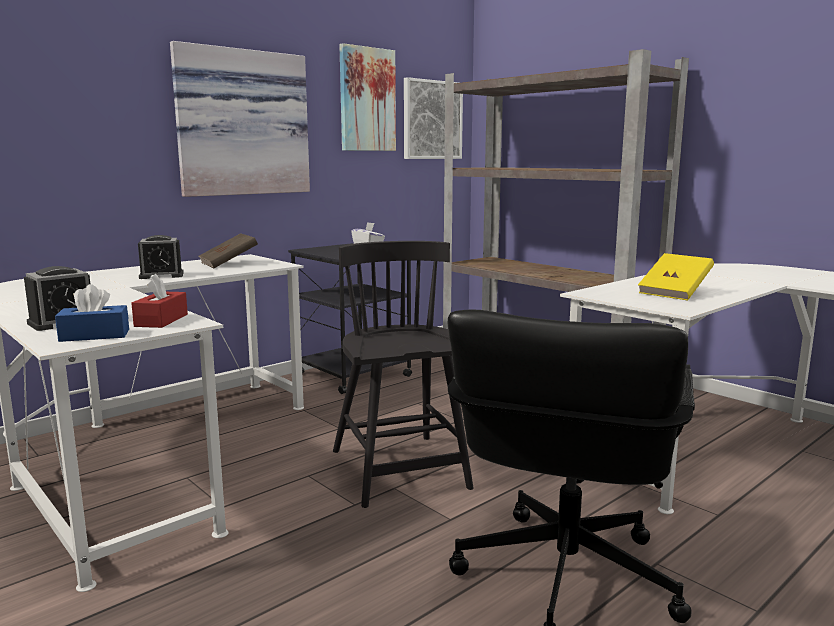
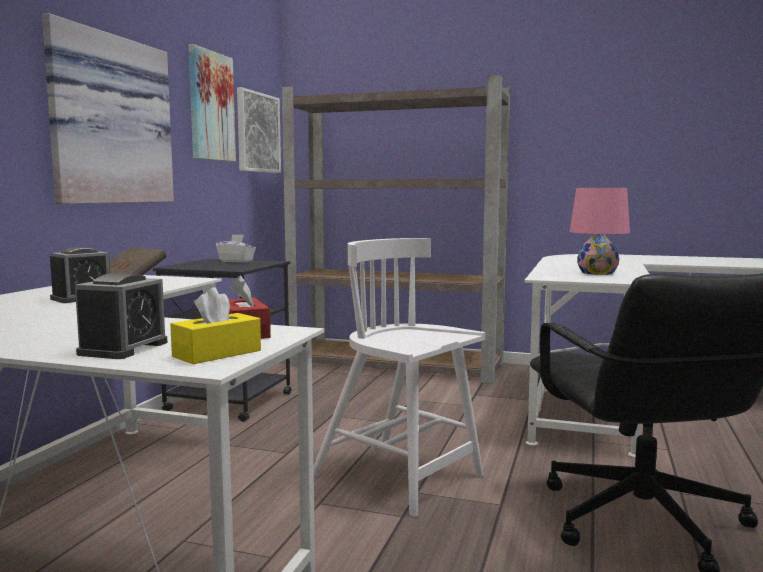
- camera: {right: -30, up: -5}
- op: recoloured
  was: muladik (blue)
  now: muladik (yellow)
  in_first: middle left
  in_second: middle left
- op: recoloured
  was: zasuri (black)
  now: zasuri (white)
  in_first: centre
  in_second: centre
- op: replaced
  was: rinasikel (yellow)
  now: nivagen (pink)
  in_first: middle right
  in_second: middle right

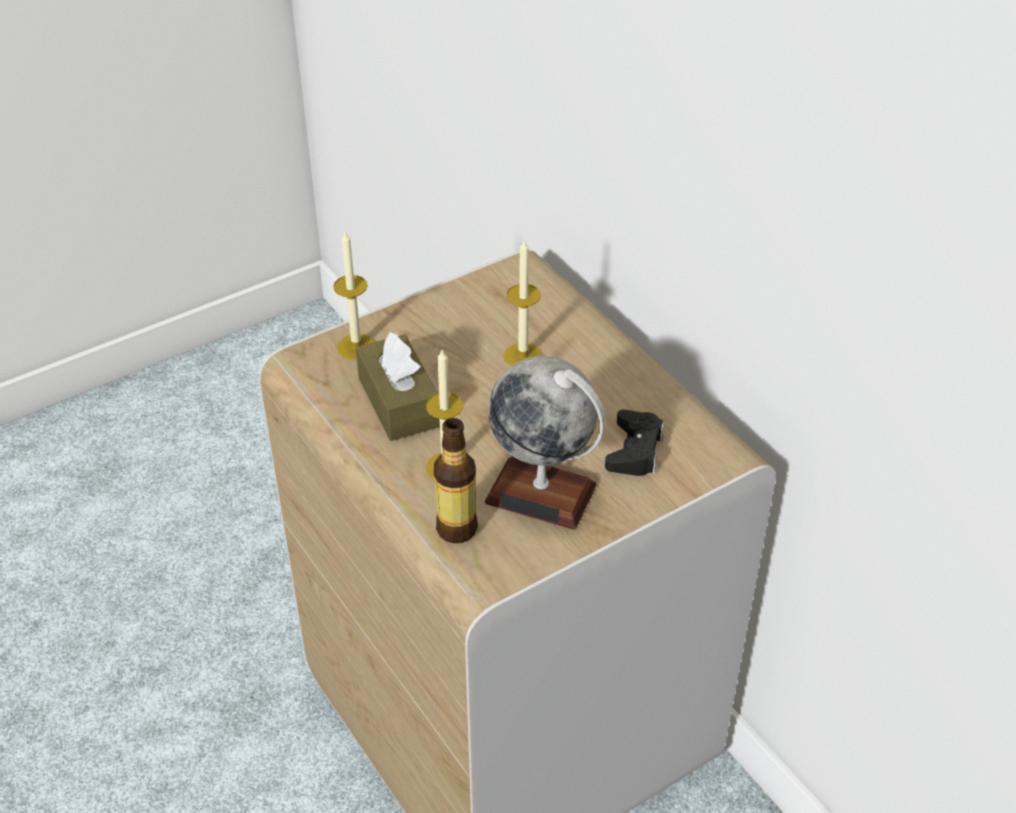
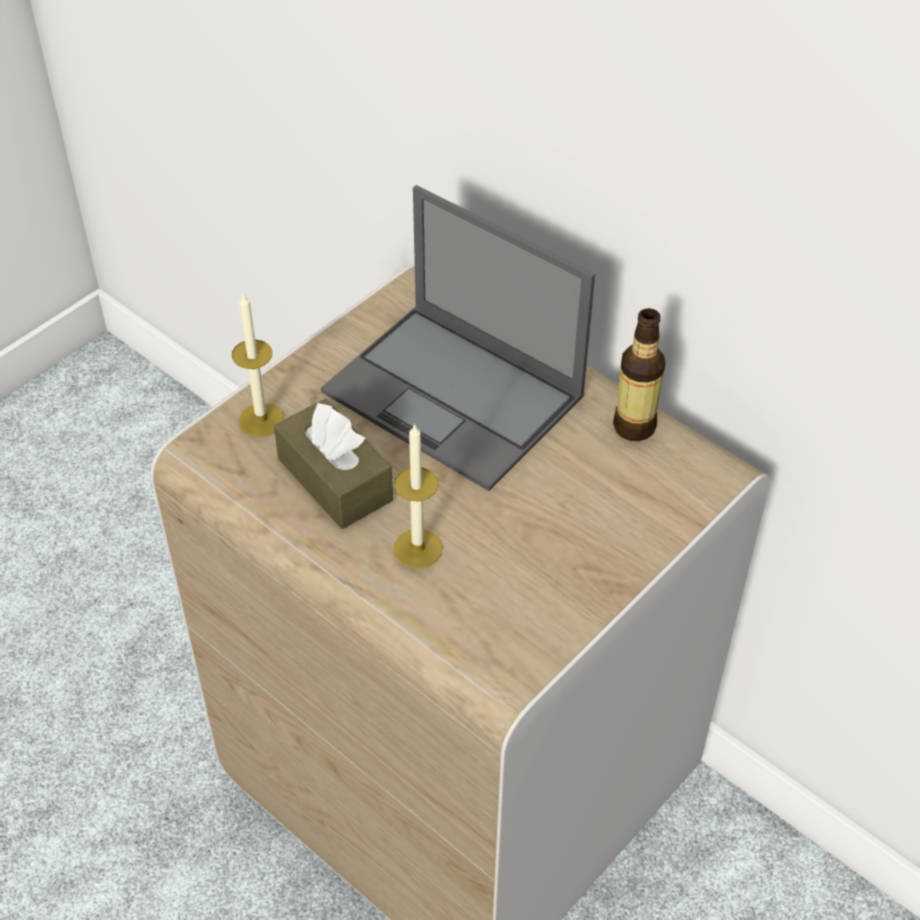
- camera: {right: -15, up: 5}
- op: moved
  was: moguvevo
  in_first: centre
  in_second: middle right
- op: removed
  was: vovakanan
  in_first: centre
- op: replaced
  was: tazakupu (3rd from left)
  now: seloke
  in_first: centre
  in_second: centre
- op: removed
  was: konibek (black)
  in_first: centre

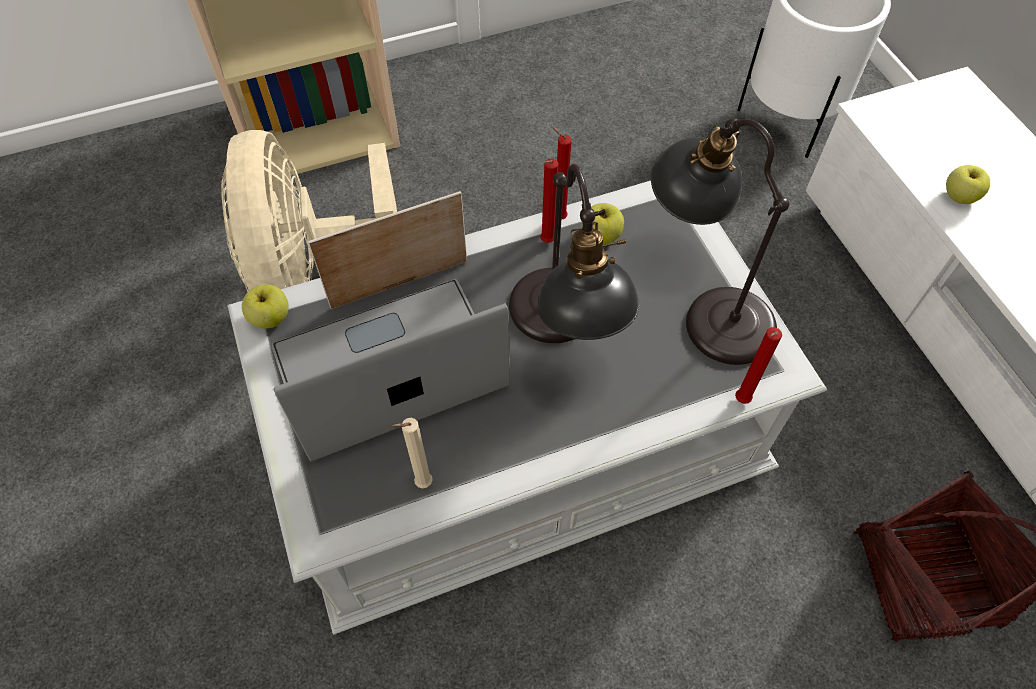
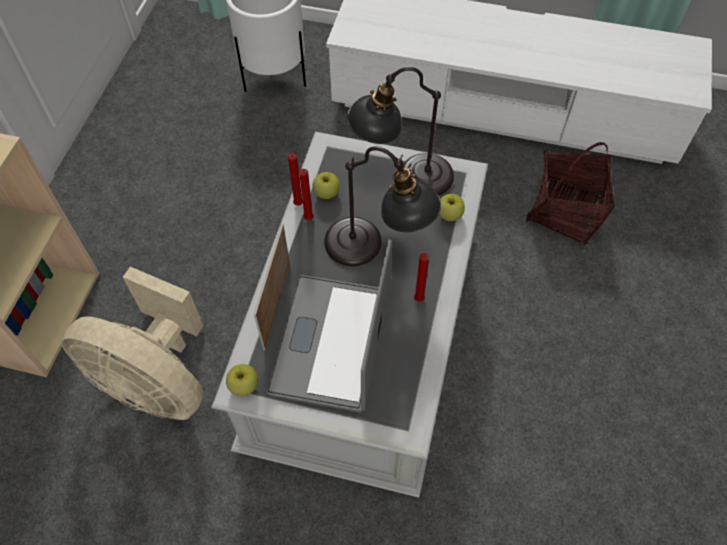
- camera: {right: -55, up: 0}
- op: removed
  was: tazakupu (beige)
  in_first: centre
- op: moved
  was: tazakupu (red) (3rd from left)
  in_first: middle right
  in_second: centre
- op: moved
  was: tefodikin (3rd from left)
  in_first: top right
  in_second: centre

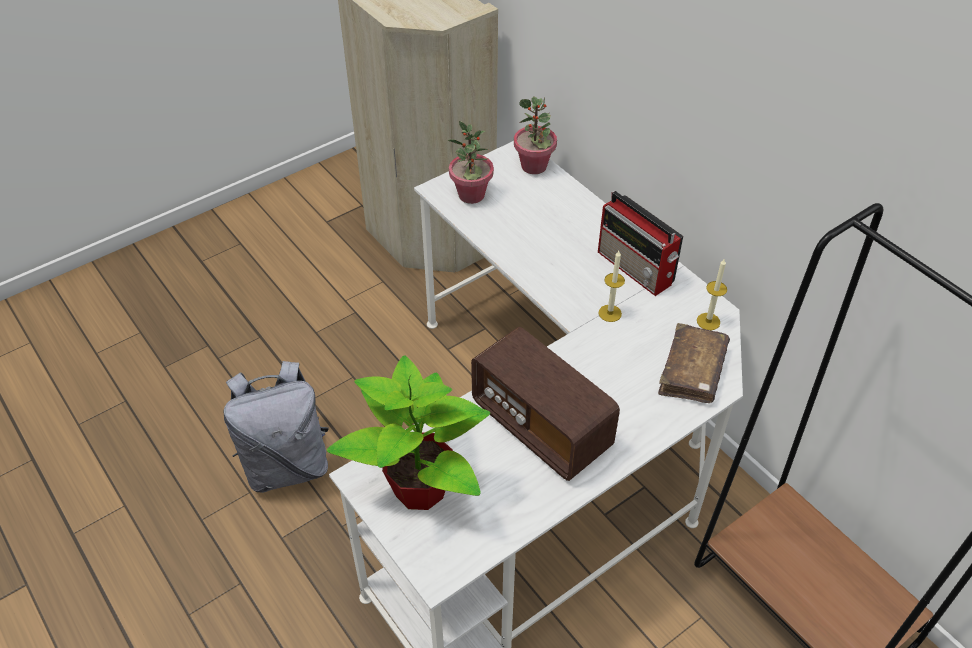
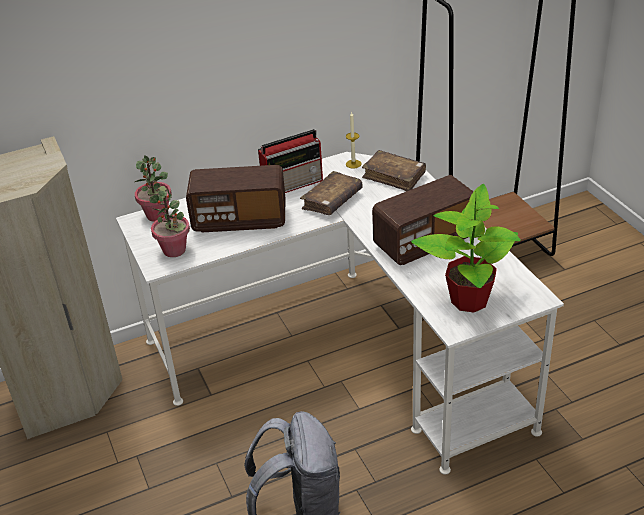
- camera: {right: -75, up: -10}
- op: replaced
  was: tazakupu (1st from left)
  now: rinasikel (brown) (1st from left)
  in_first: centre
  in_second: centre
- op: added
  now: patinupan (1st from left)
  in_second: centre

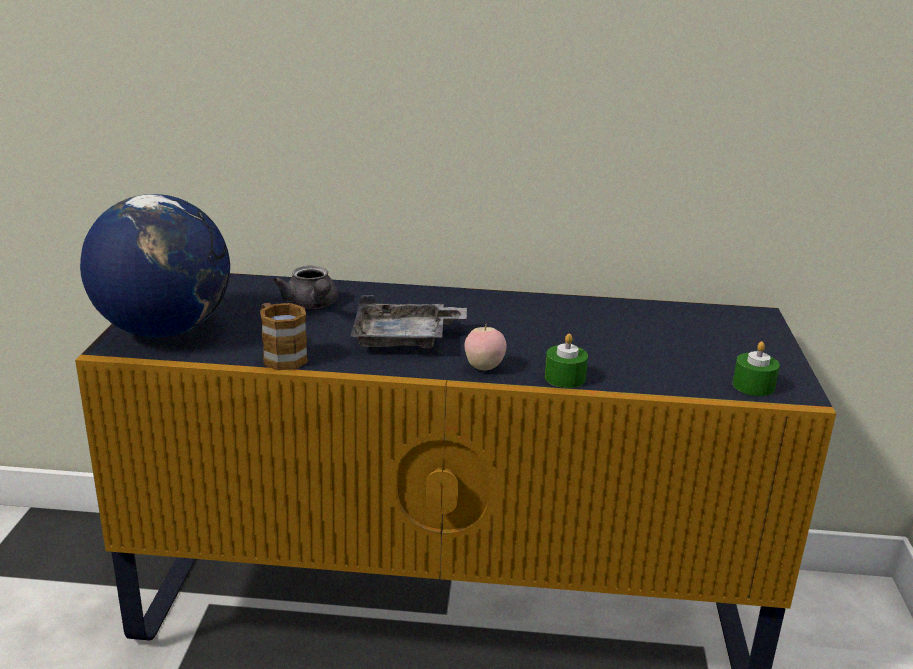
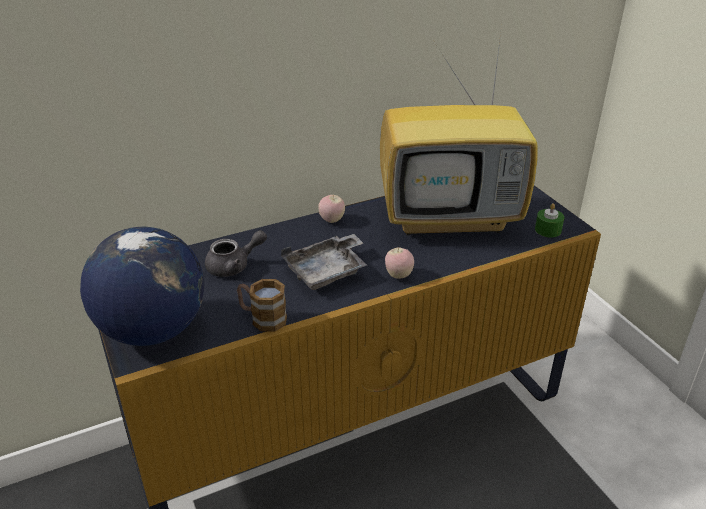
- camera: {right: -30, up: 10}
- op: turned
  was: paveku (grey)
  in_first: centre
  in_second: centre
  clockwise: -60
- op: removed
  was: tazakupu (green) (1st from left)
  in_first: centre
- op: added
  now: tefodikin (1st from left)
  in_second: centre
- op: added
  now: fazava
  in_second: top centre

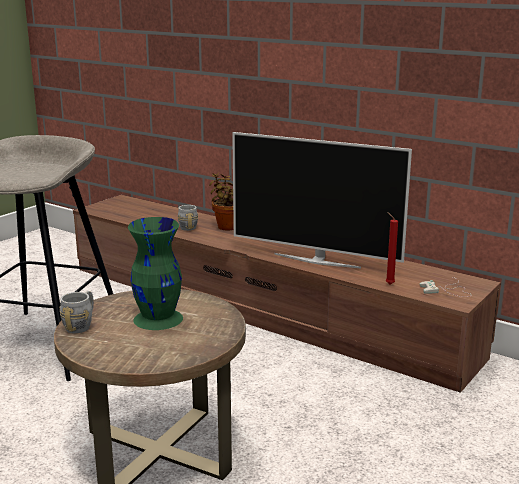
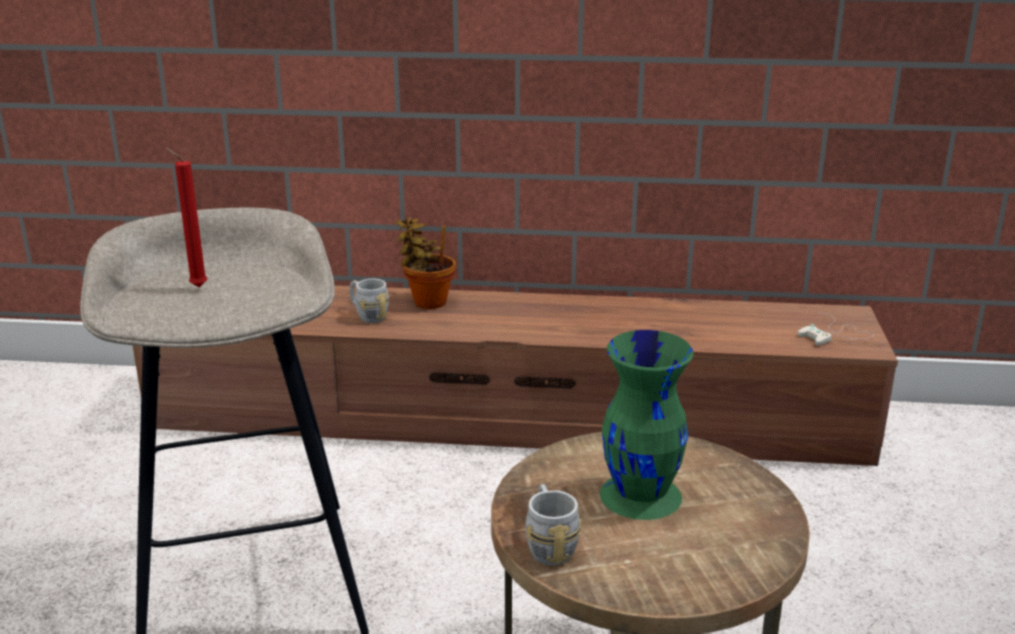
- camera: {right: -30, up: 5}
- op: removed
  was: fazava
  in_first: centre
- op: moved
  was: tazakupu (red)
  in_first: middle right
  in_second: middle left

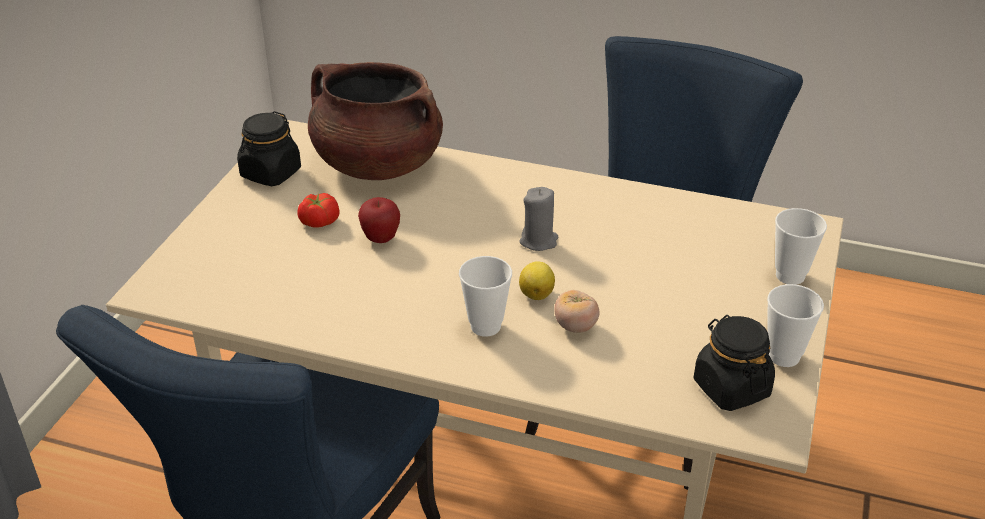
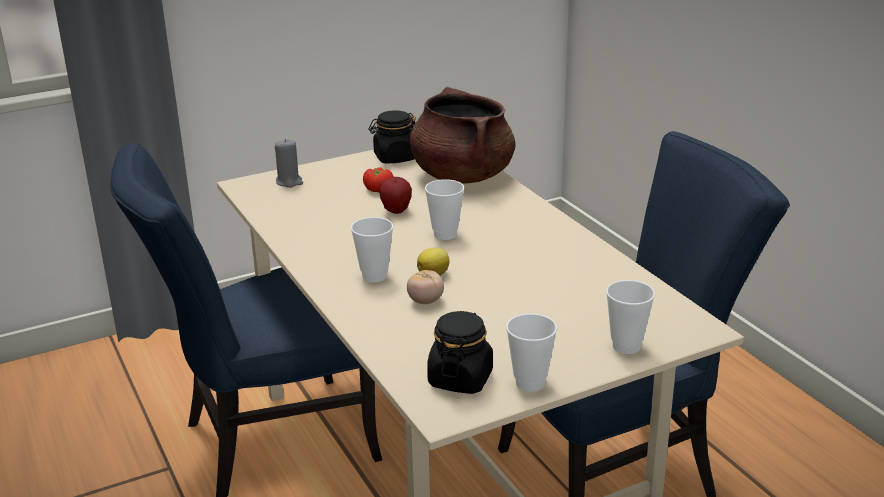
- camera: {right: 45, up: -10}
- op: moved
  was: tazakupu (grey)
  in_first: centre
  in_second: top left
- op: added
  now: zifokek (2nd from left)
  in_second: centre

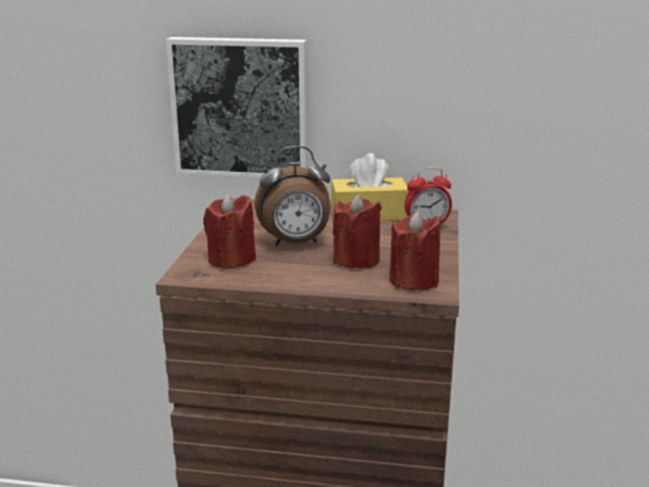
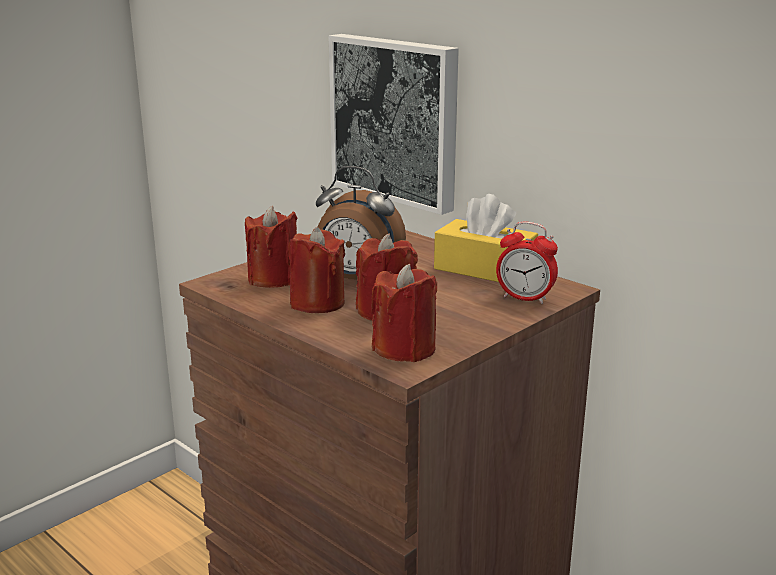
- camera: {right: 35, up: 0}
- op: added
  now: tazakupu (red) (2nd from left)
  in_second: centre

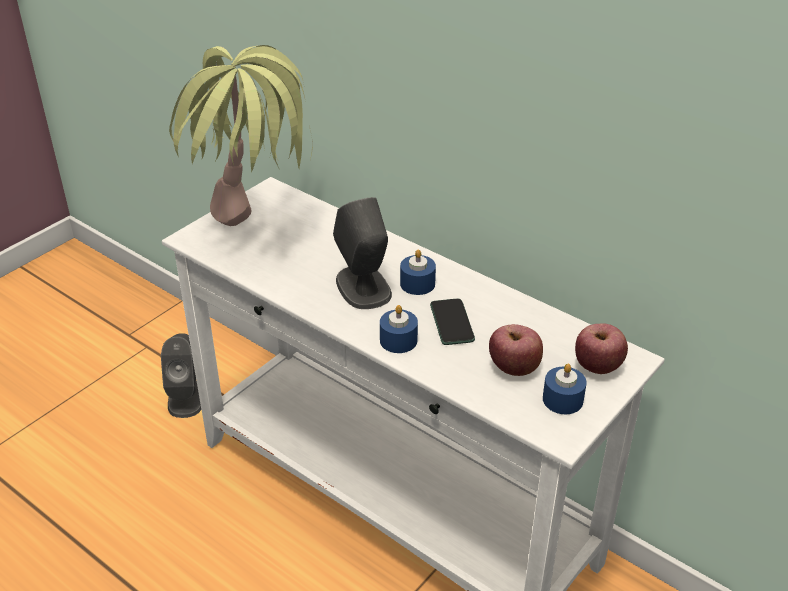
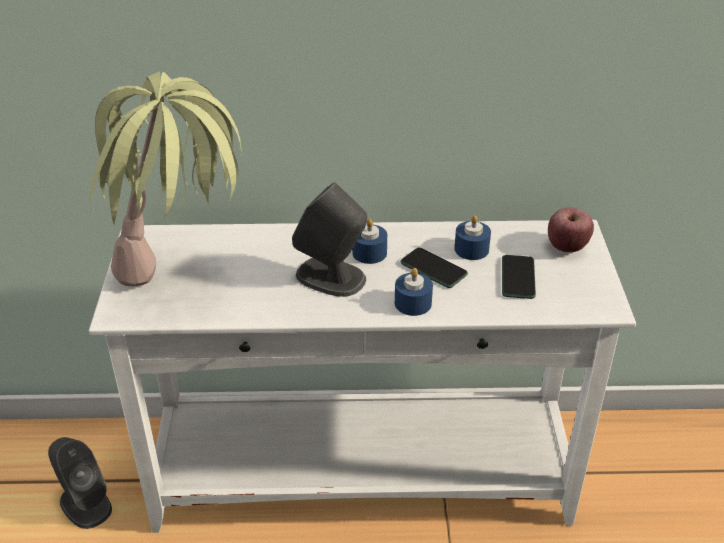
- camera: {right: -40, up: 0}
- op: replaced
  was: tefodikin (1st from left)
  now: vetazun (2nd from left)
  in_first: centre
  in_second: middle right
- op: moved
  was: tazakupu (blue) (3rd from left)
  in_first: middle right
  in_second: centre

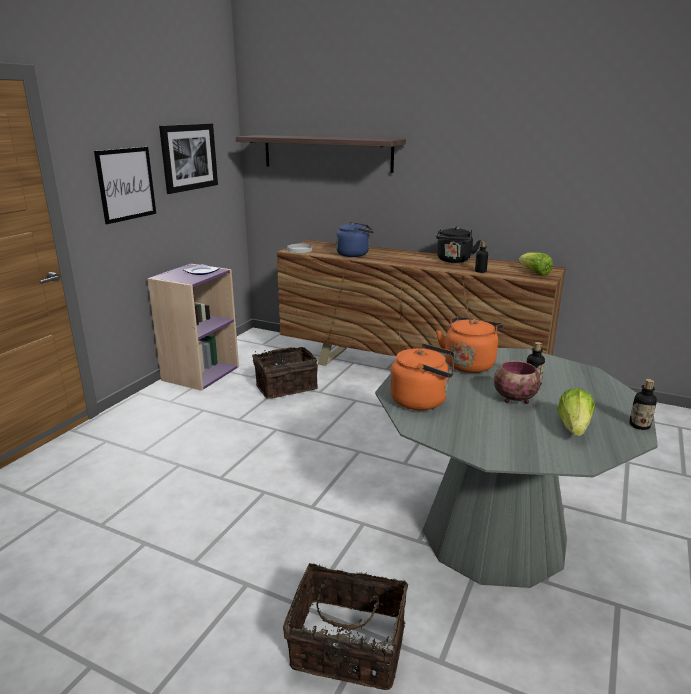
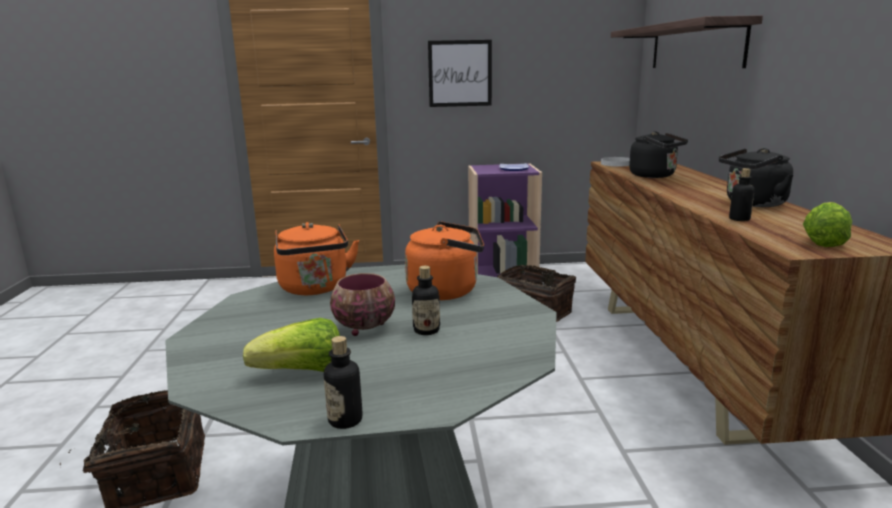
- camera: {right: 60, up: -5}
- op: removed
  was: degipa (2nd from left)
  in_first: top left
- op: recoloured
  was: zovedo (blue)
  now: zovedo (black) (1st from left)
  in_first: centre
  in_second: top right

